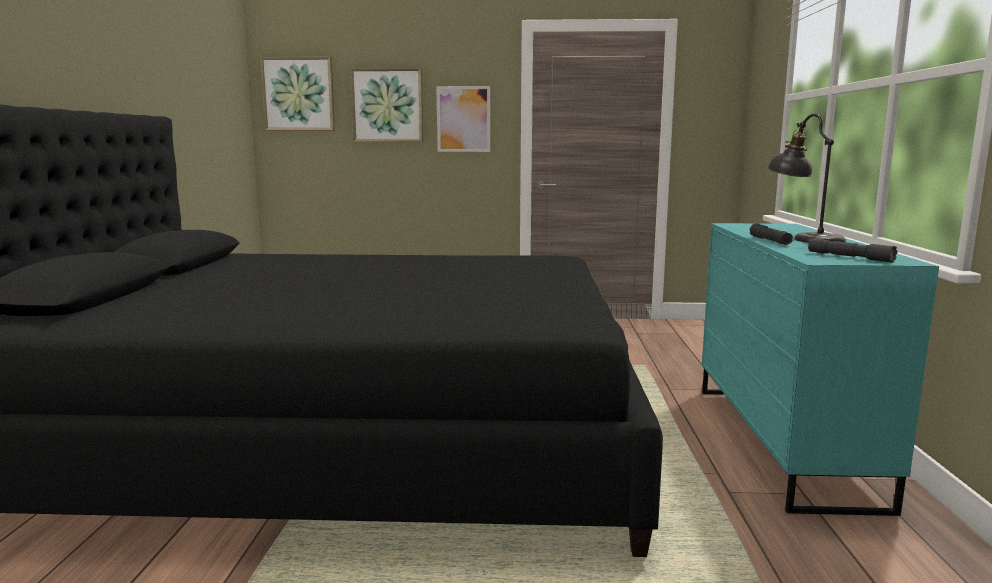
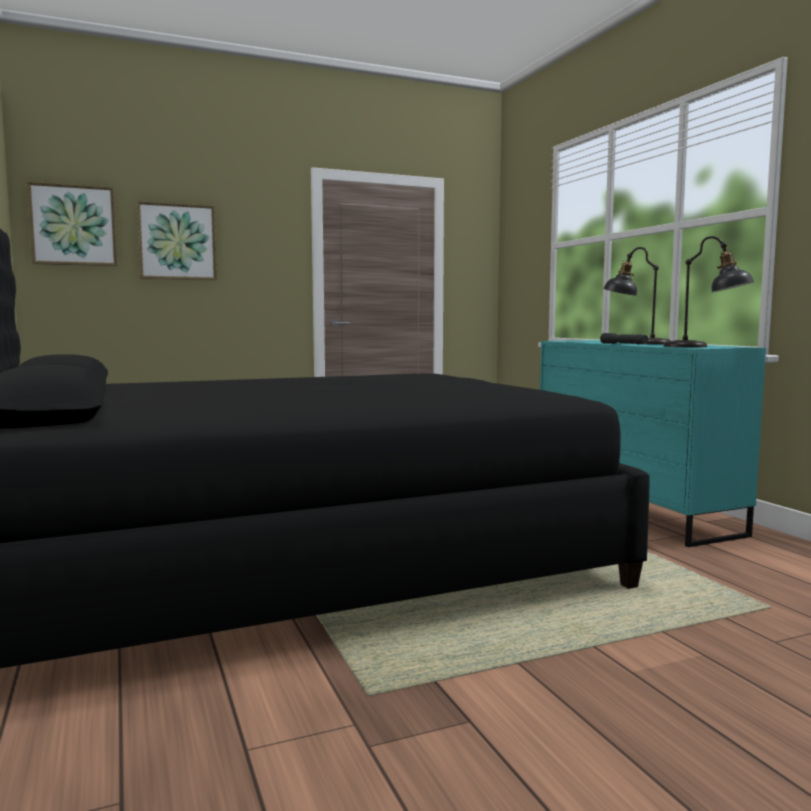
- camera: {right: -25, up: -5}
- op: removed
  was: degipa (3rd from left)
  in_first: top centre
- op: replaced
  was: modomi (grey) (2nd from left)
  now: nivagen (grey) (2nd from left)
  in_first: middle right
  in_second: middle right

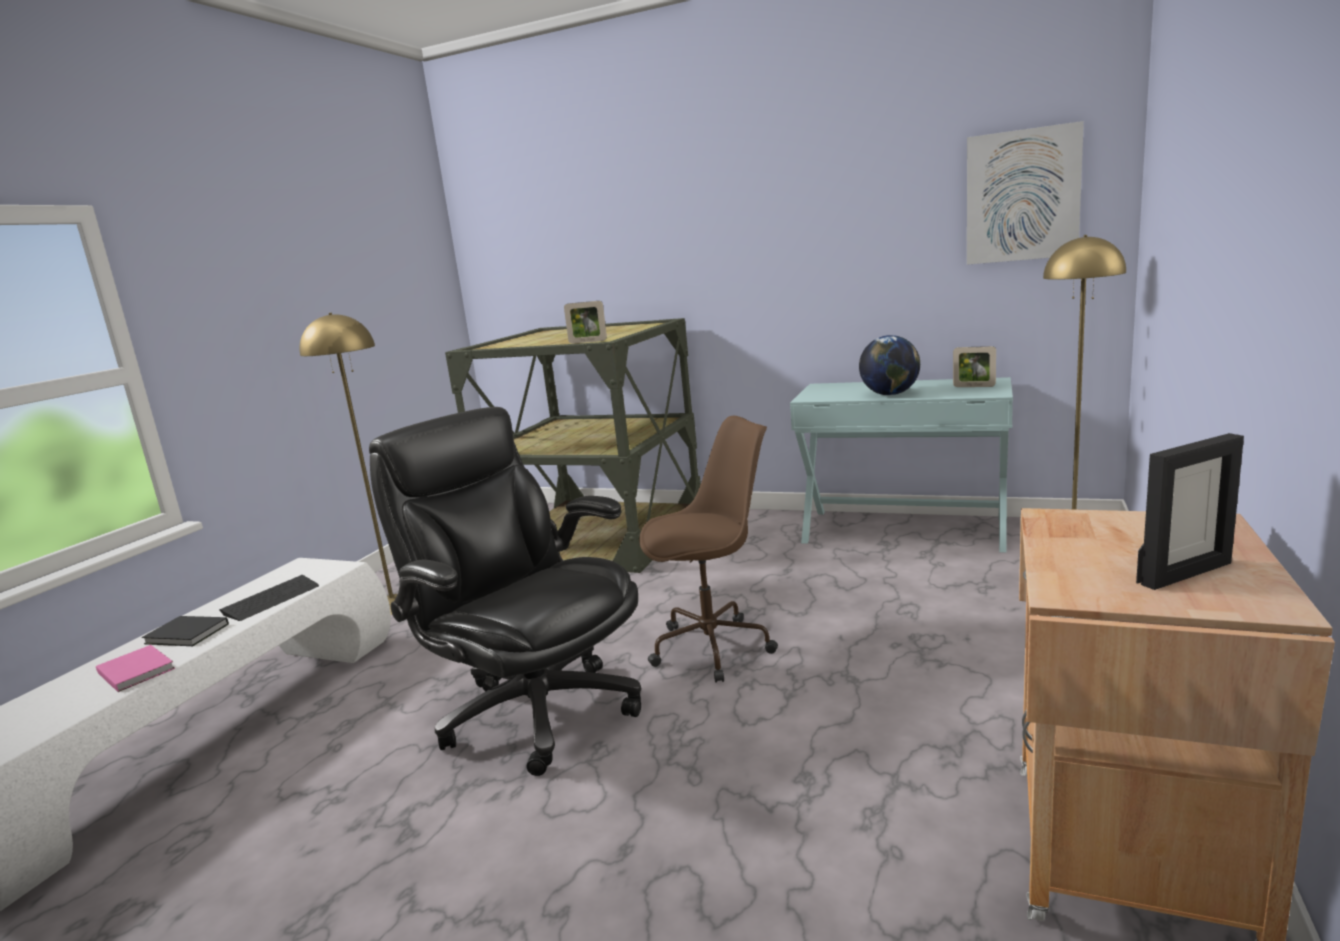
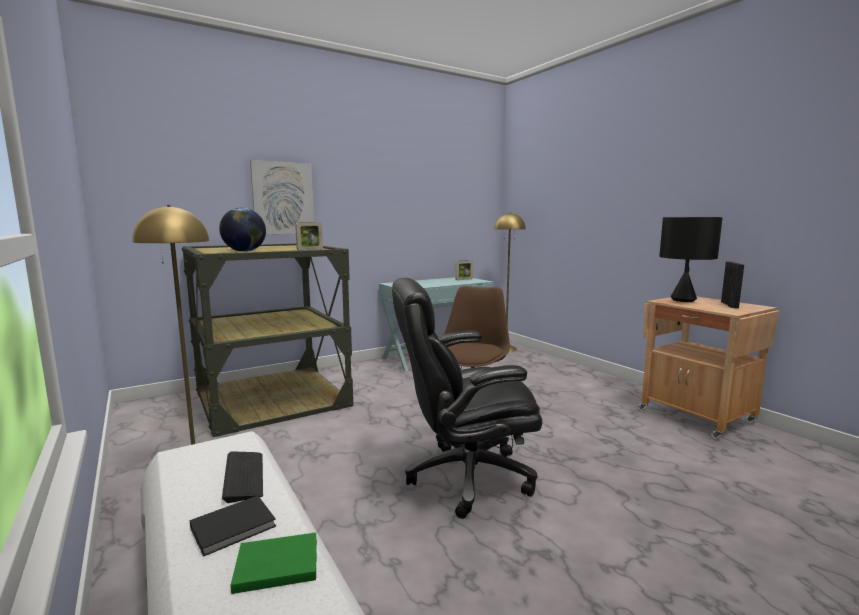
- camera: {right: -55, up: -5}
- op: recoloured
  was: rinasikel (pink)
  now: rinasikel (green)
  in_first: bottom left
  in_second: bottom left
- op: moved
  was: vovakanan
  in_first: centre
  in_second: middle left
- op: moved
  was: degipa
  in_first: top right
  in_second: top left
- op: added
  now: nivagen (black)
  in_second: middle right

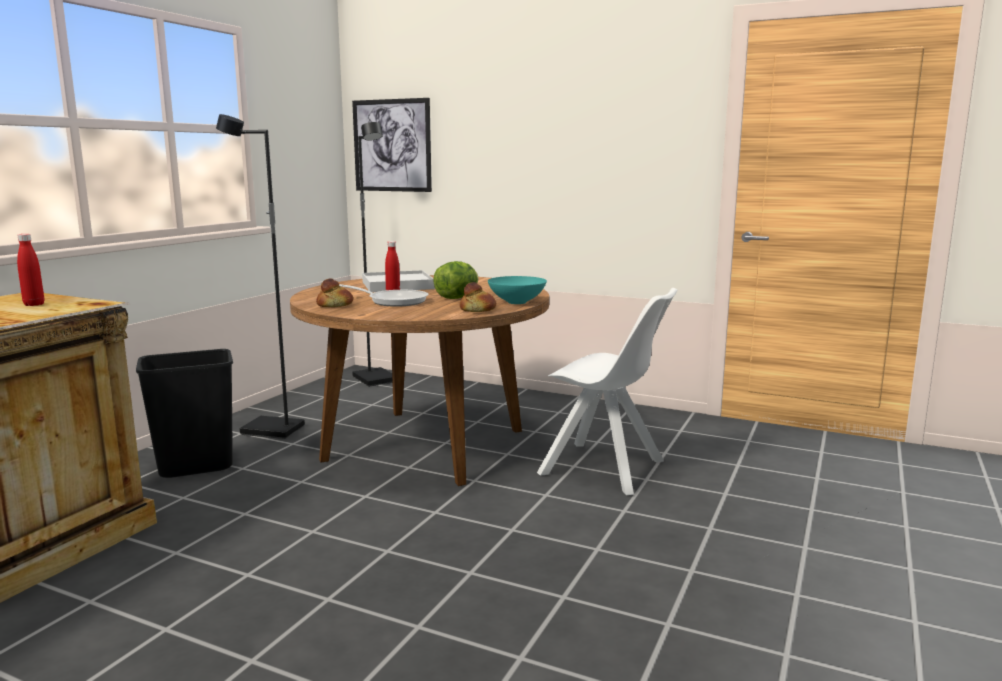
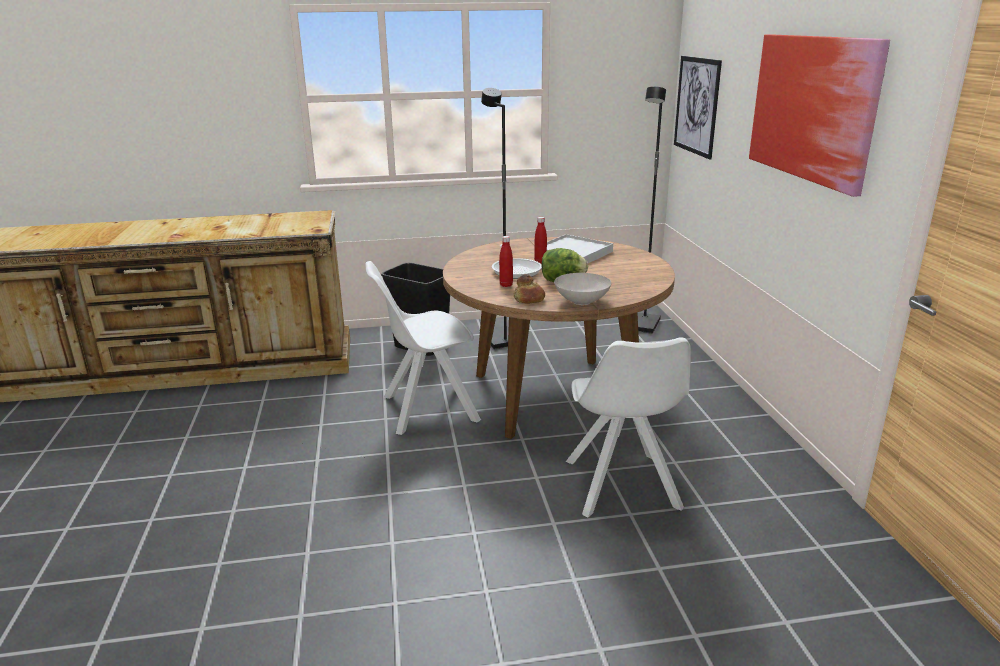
- camera: {right: 55, up: 10}
- op: moved
  was: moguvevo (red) (1st from left)
  in_first: middle left
  in_second: centre
- op: removed
  was: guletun (1st from left)
  in_first: centre
- op: recoloured
  was: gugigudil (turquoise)
  now: gugigudil (white)
  in_first: centre
  in_second: centre
- op: added
  now: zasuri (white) (1st from left)
  in_second: centre
- op: added
  now: degipa (2nd from left)
  in_second: top right

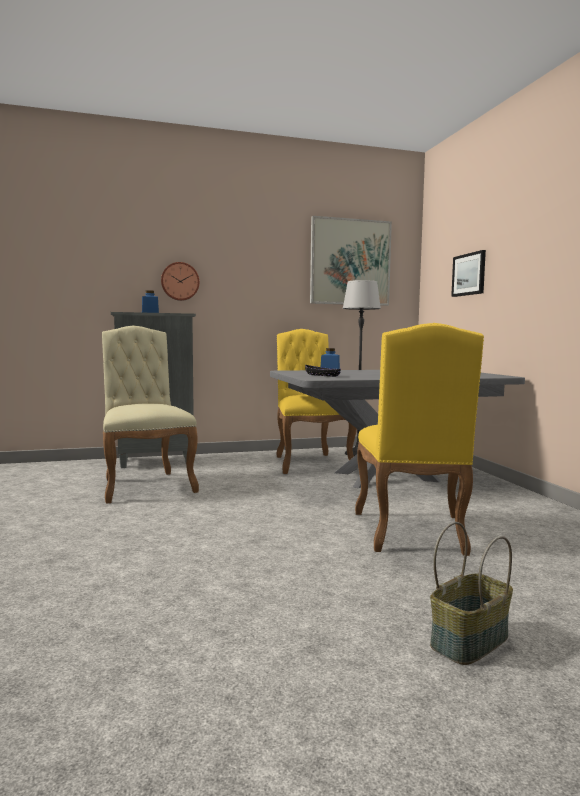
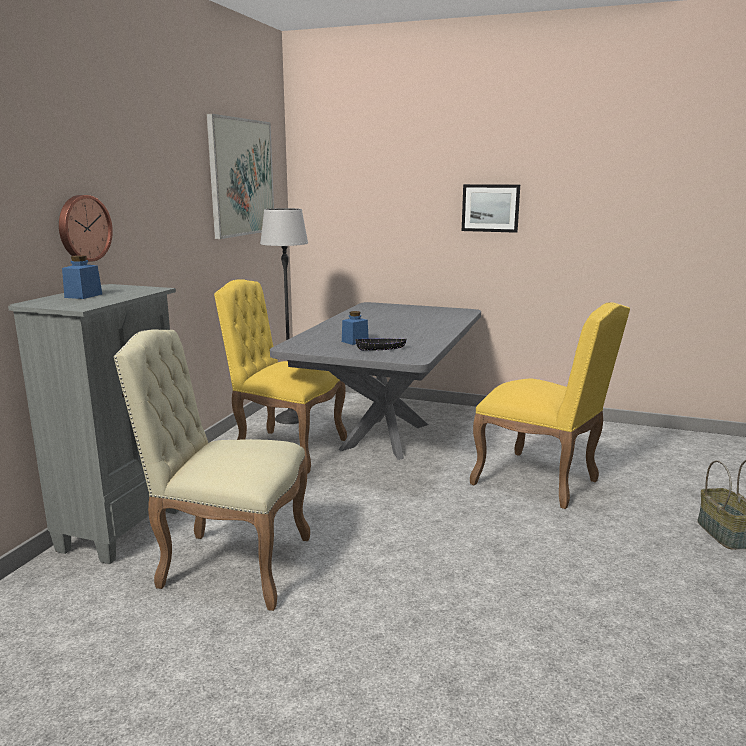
- camera: {right: -55, up: 10}
- op: moved
  was: degipa (2nd from left)
  in_first: middle right
  in_second: top centre

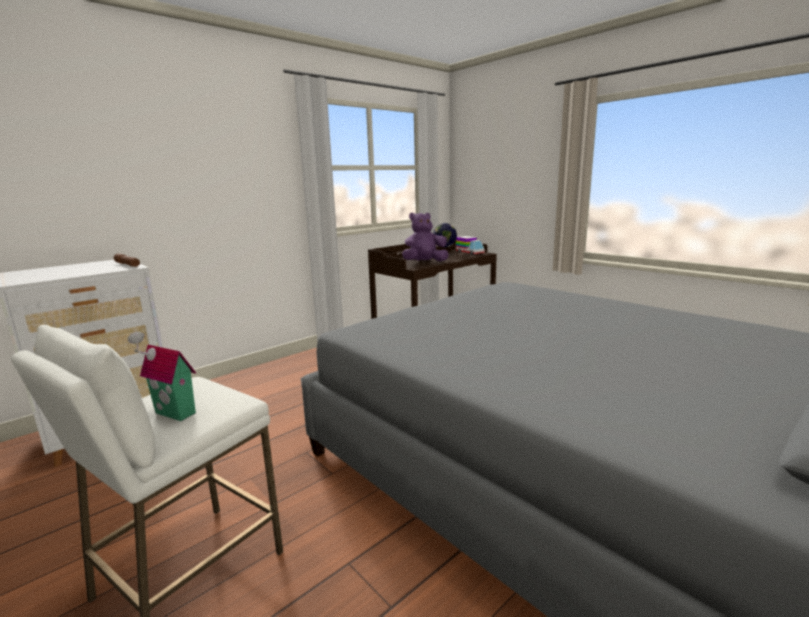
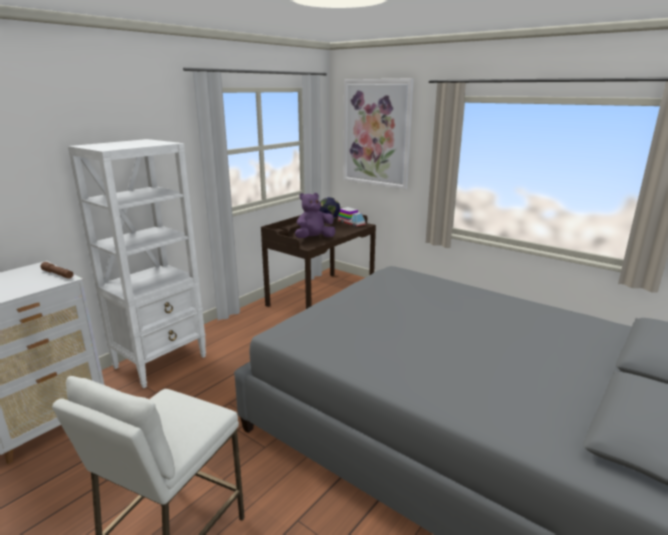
- camera: {right: -10, up: 5}
- op: removed
  was: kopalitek
  in_first: middle left
- op: added
  now: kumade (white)
  in_second: middle left
- op: added
  now: degipa
  in_second: top centre

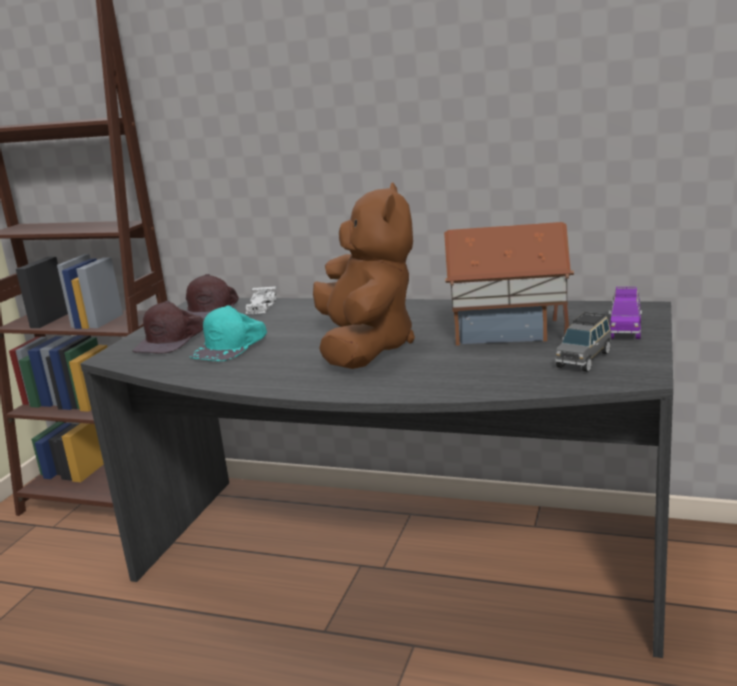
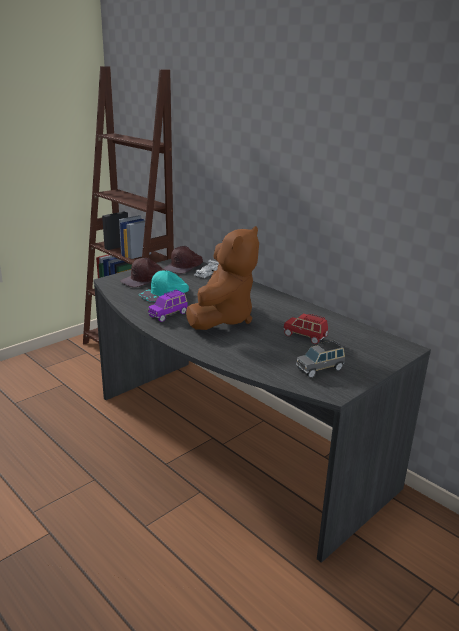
- camera: {right: 25, up: 5}
- op: replaced
  was: kopalitek
  now: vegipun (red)
  in_first: middle right
  in_second: middle right
- op: moved
  was: vegipun (purple)
  in_first: middle right
  in_second: centre

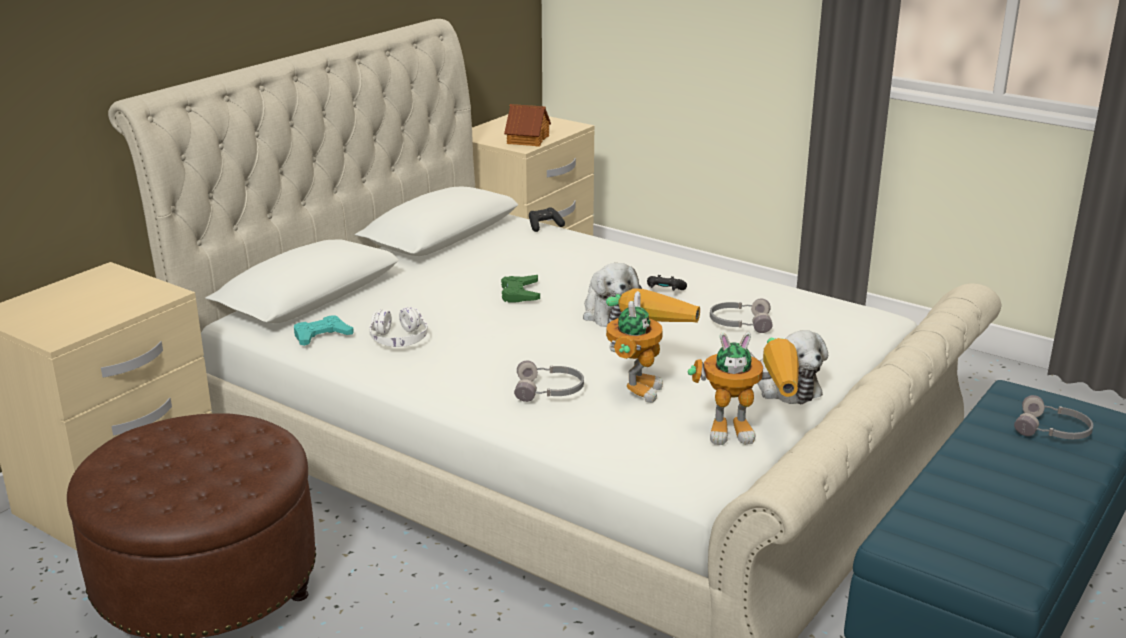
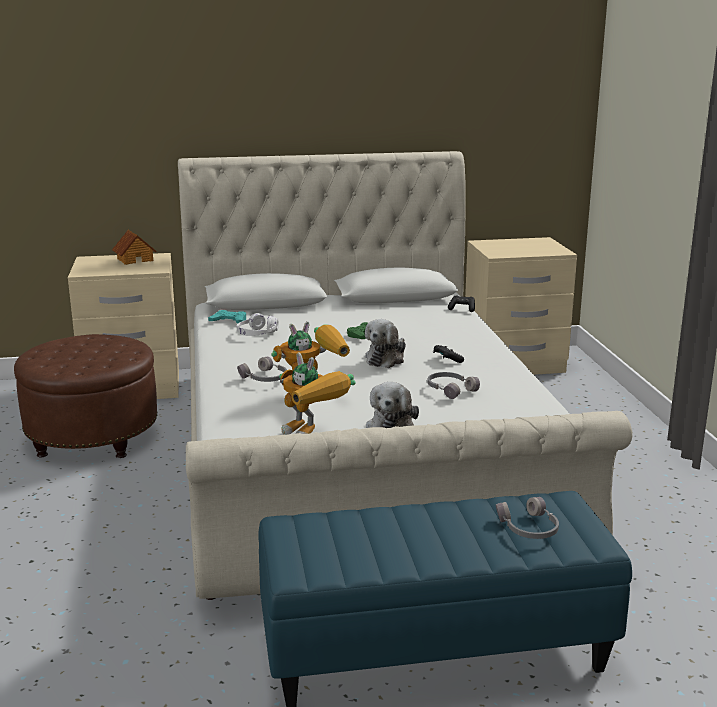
- camera: {right: 45, up: -5}
- op: moved
  was: kopalitek
  in_first: top centre
  in_second: middle left

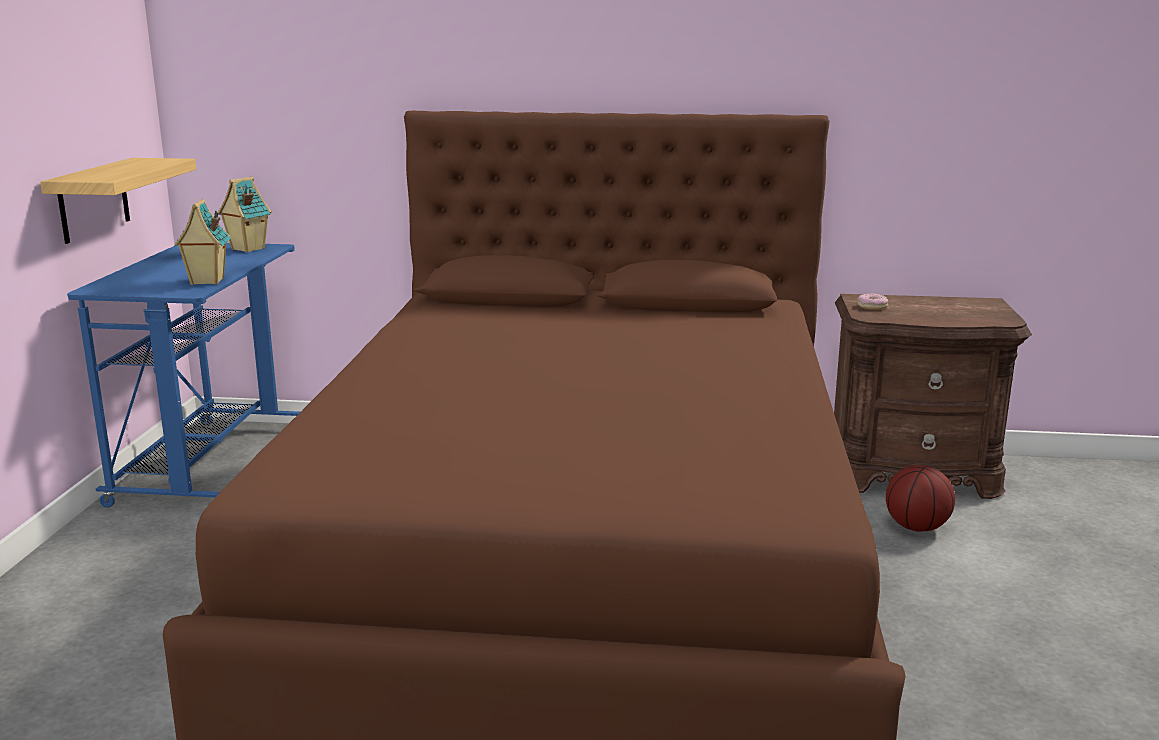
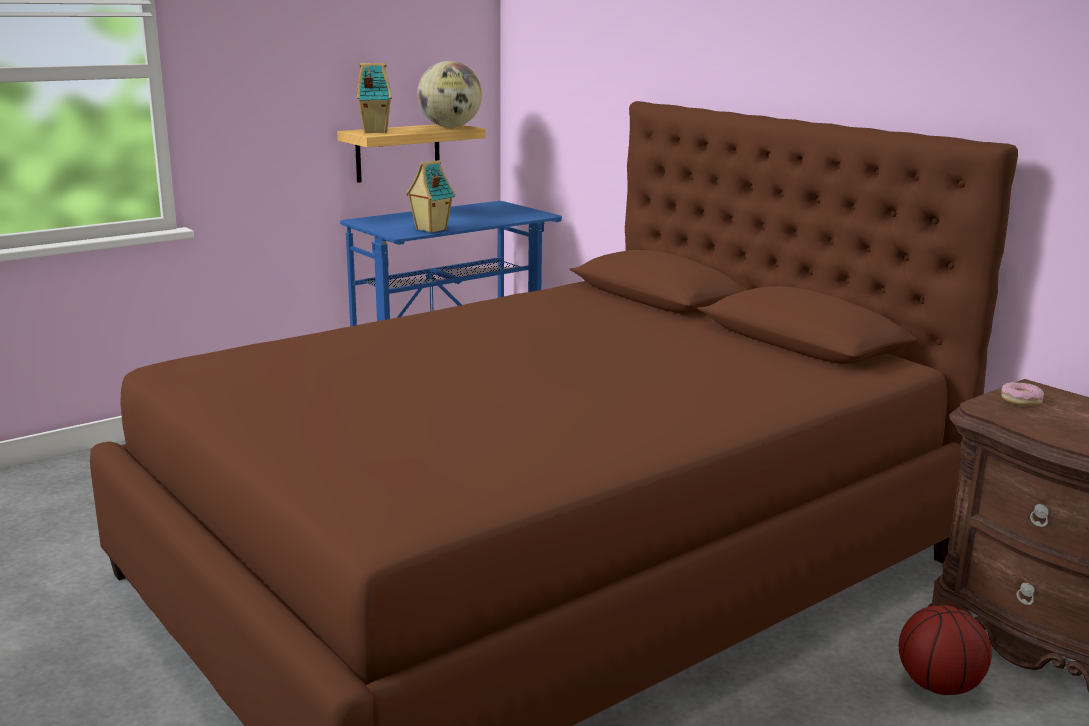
- camera: {right: 45, up: 0}
- op: moved
  was: kopalitek (2nd from left in the first image)
  now: kopalitek (1st from left)
  in_first: top left
  in_second: top centre
- op: added
  now: vovakanan
  in_second: top centre

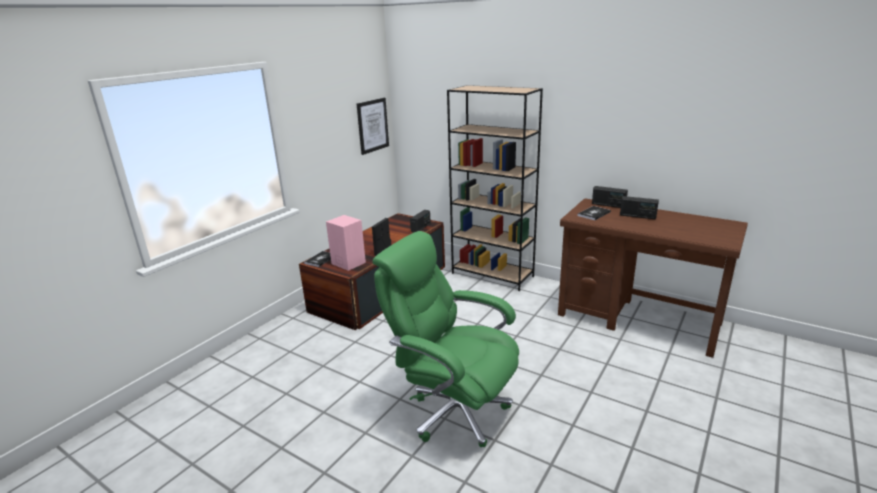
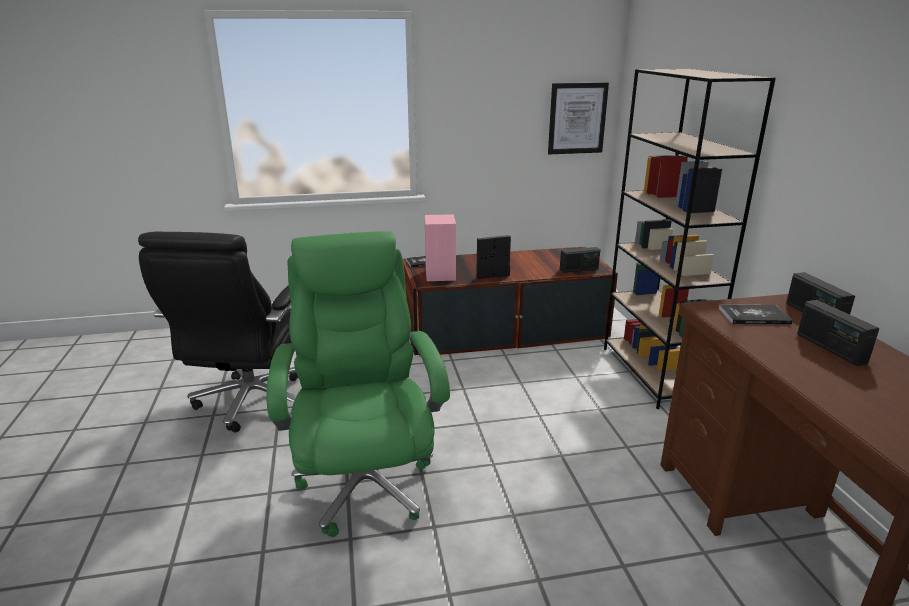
- camera: {right: 45, up: 0}
- op: added
  now: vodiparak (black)
  in_second: middle left

